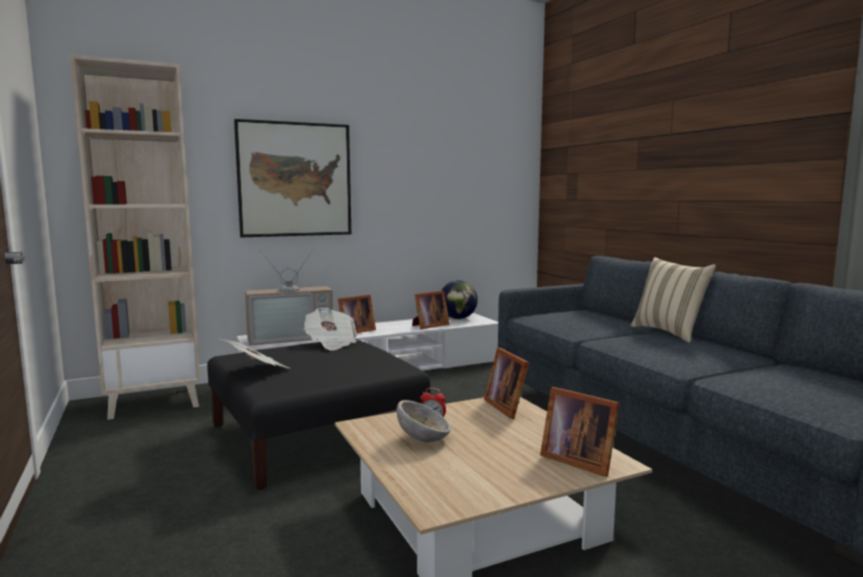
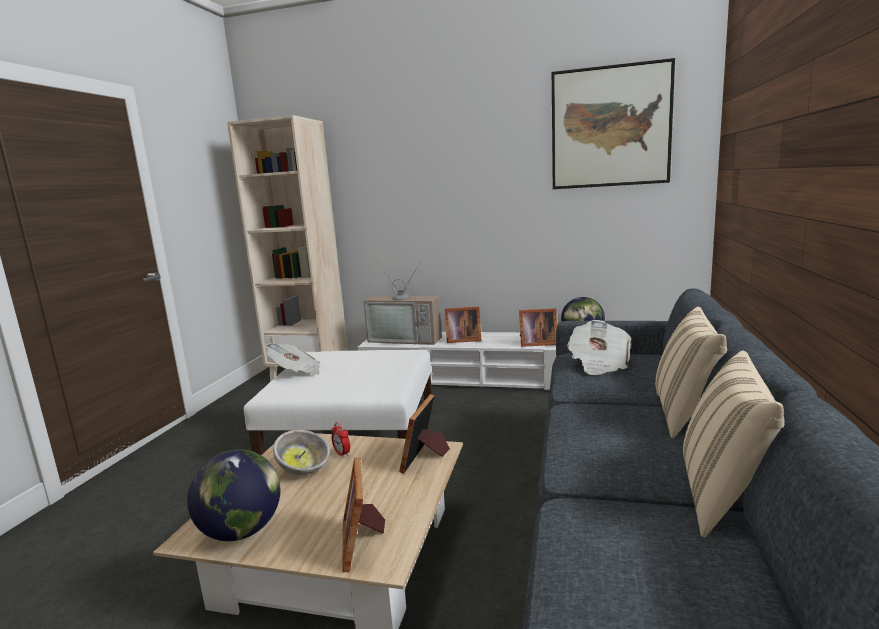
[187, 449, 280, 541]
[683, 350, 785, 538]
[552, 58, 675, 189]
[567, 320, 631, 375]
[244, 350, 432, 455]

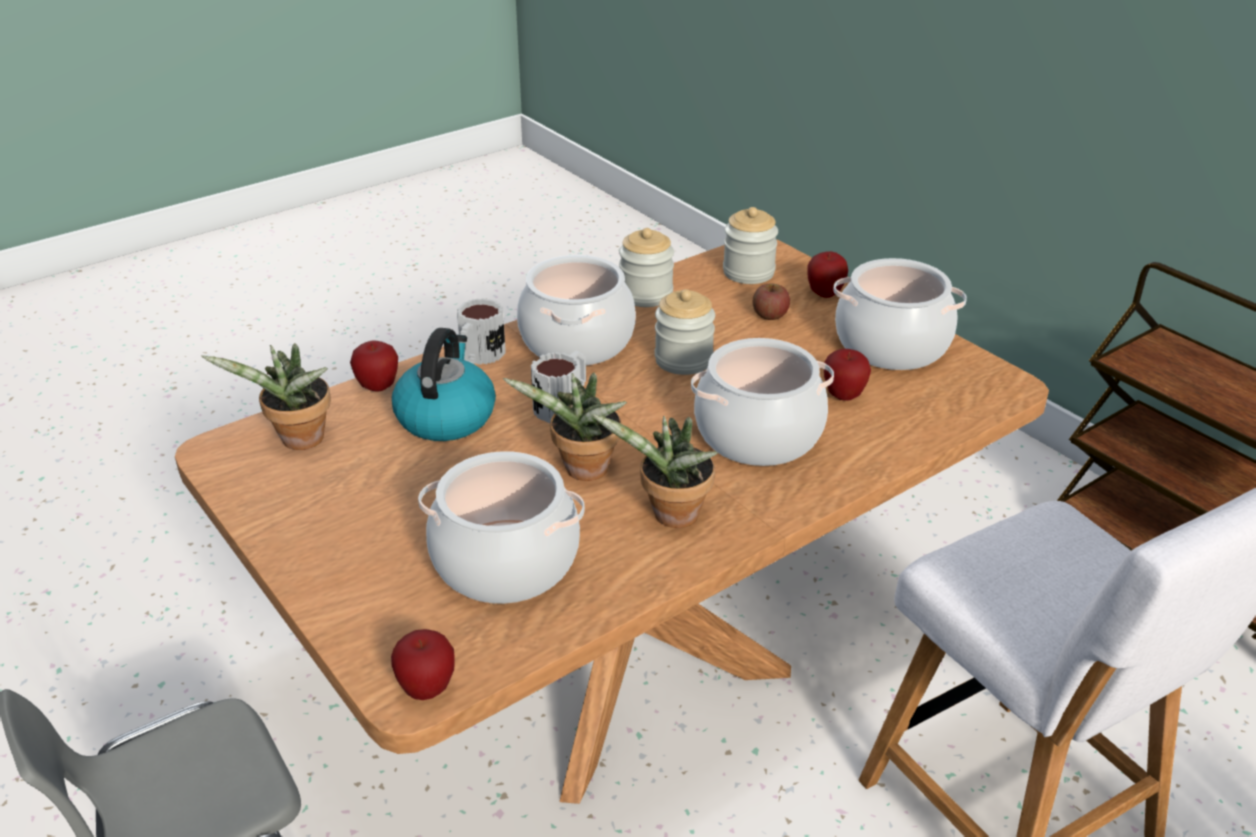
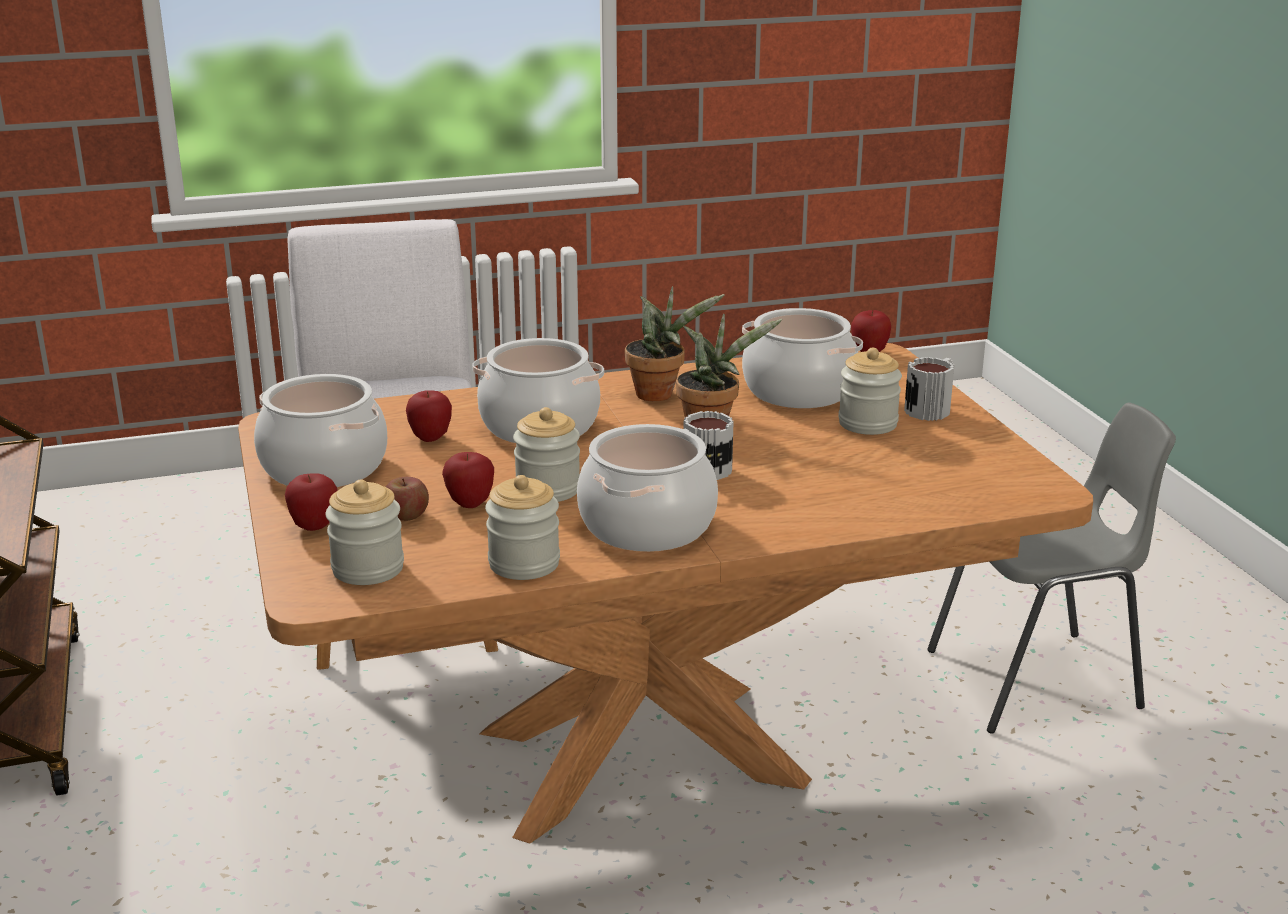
[202, 343, 331, 450] (first image)
[392, 328, 496, 441] (first image)
[838, 348, 902, 435]
[442, 452, 494, 508]
[904, 357, 955, 421]

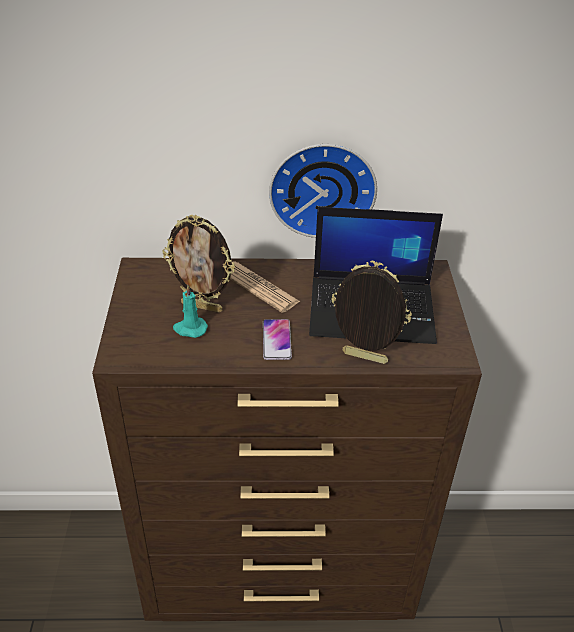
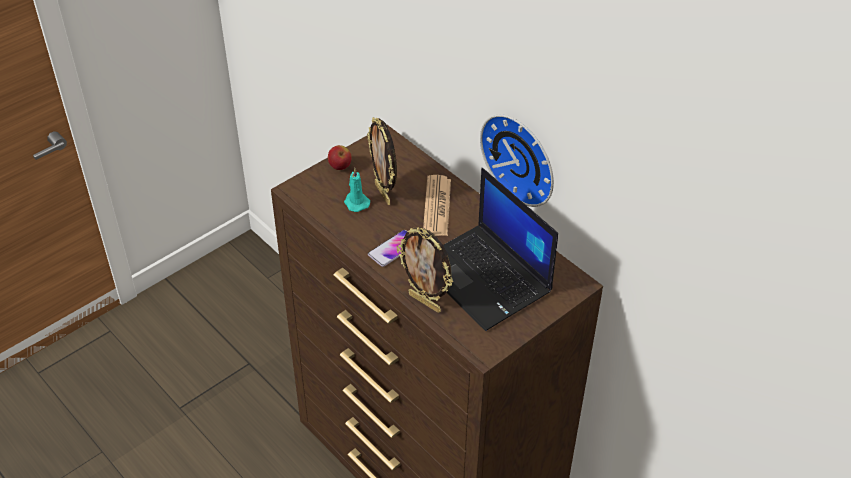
[328, 145, 351, 170]
[396, 227, 453, 313]

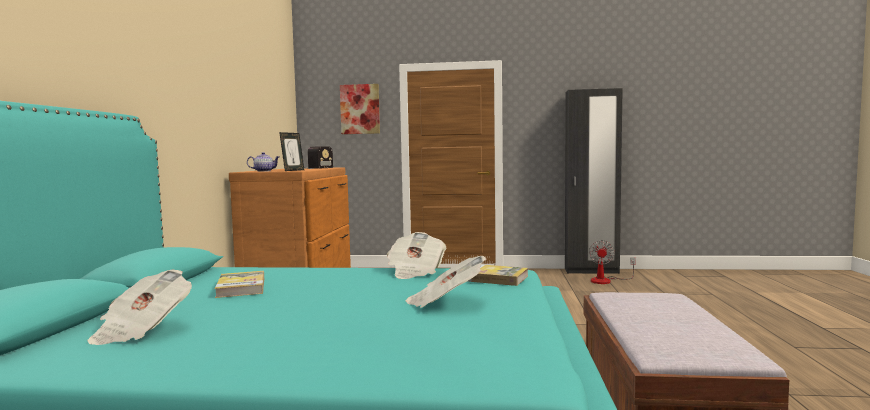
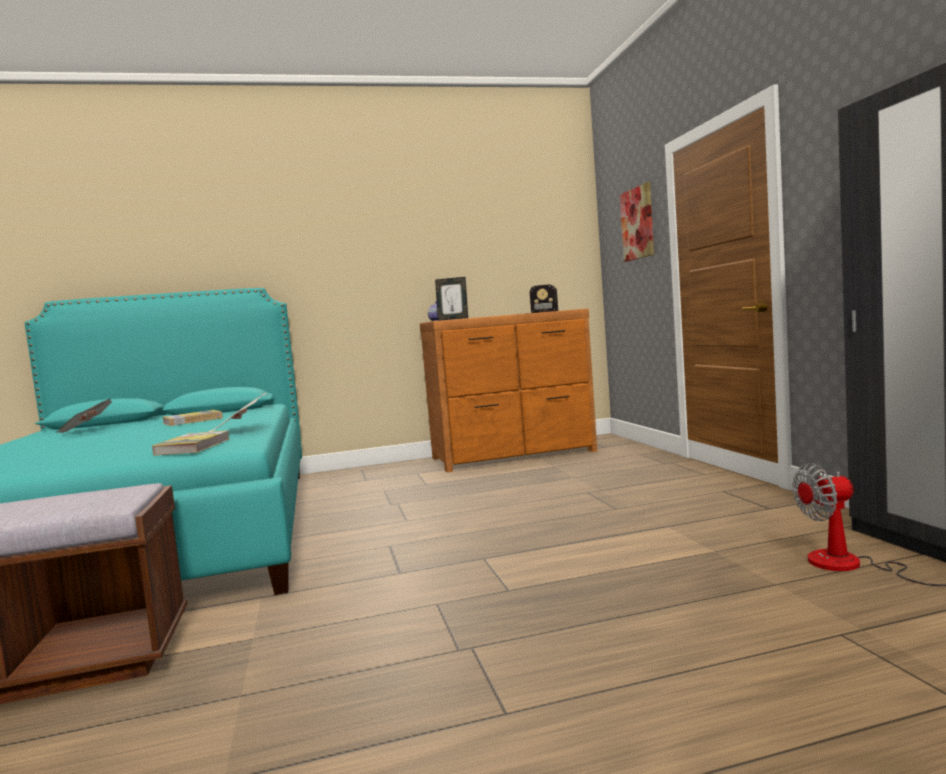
[406, 256, 486, 308] (first image)

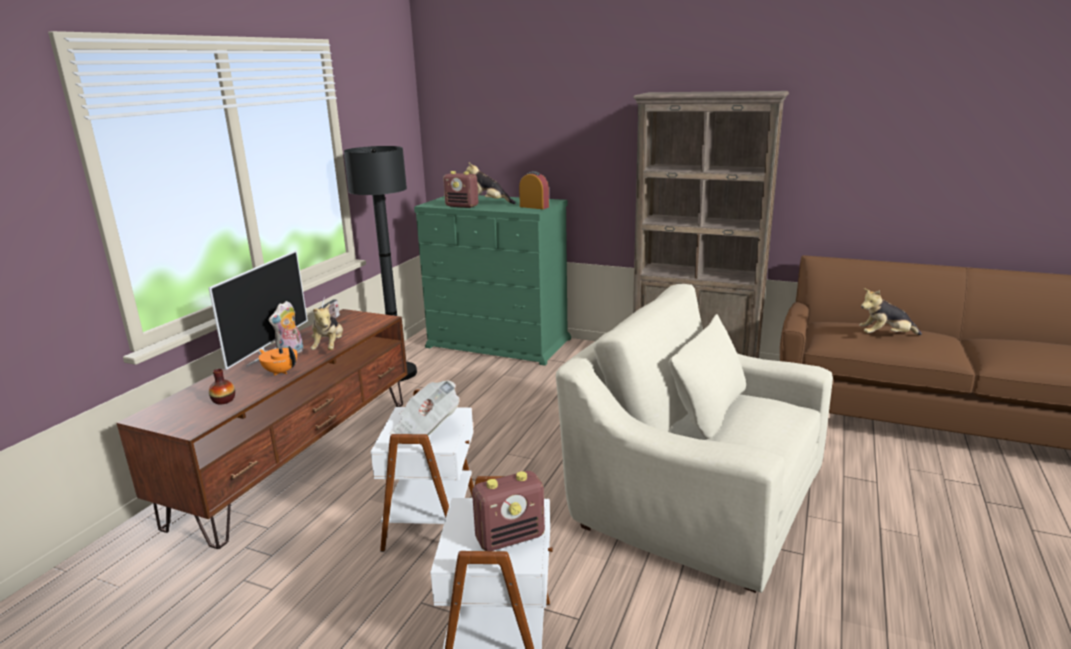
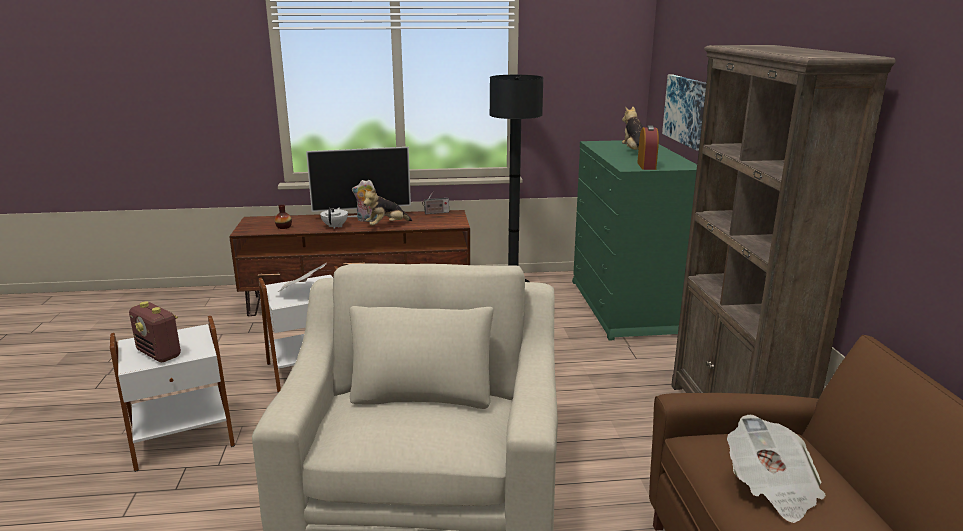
[443, 171, 478, 208] (first image)
[662, 74, 706, 151]
[727, 415, 826, 523]
[320, 207, 348, 229]

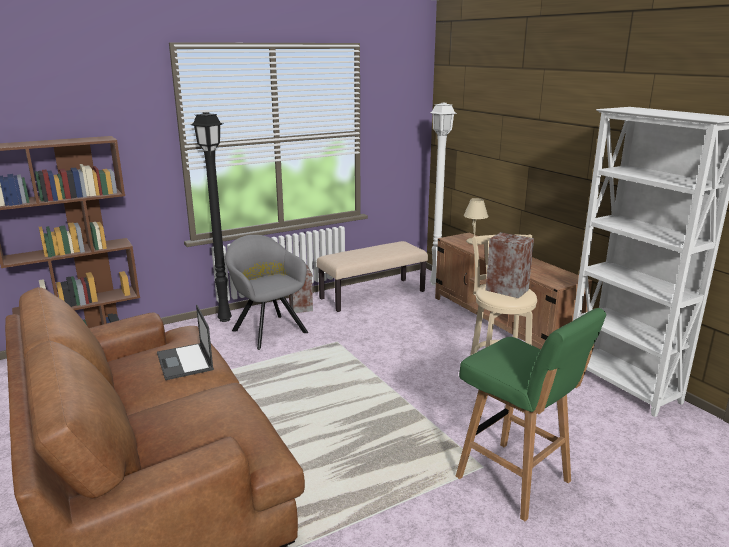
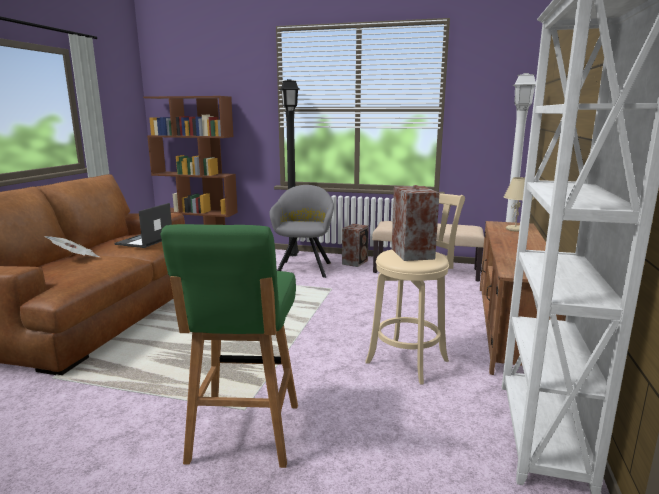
[44, 236, 99, 257]

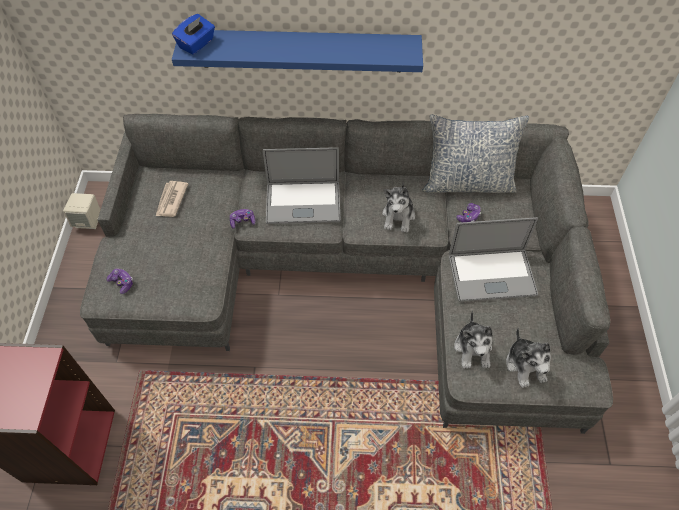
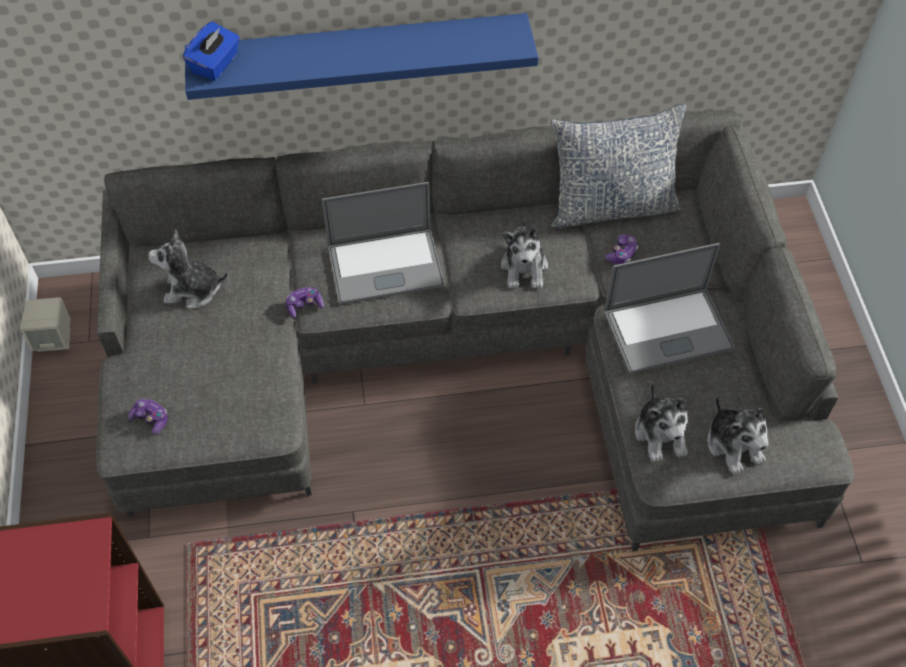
[148, 230, 228, 309]

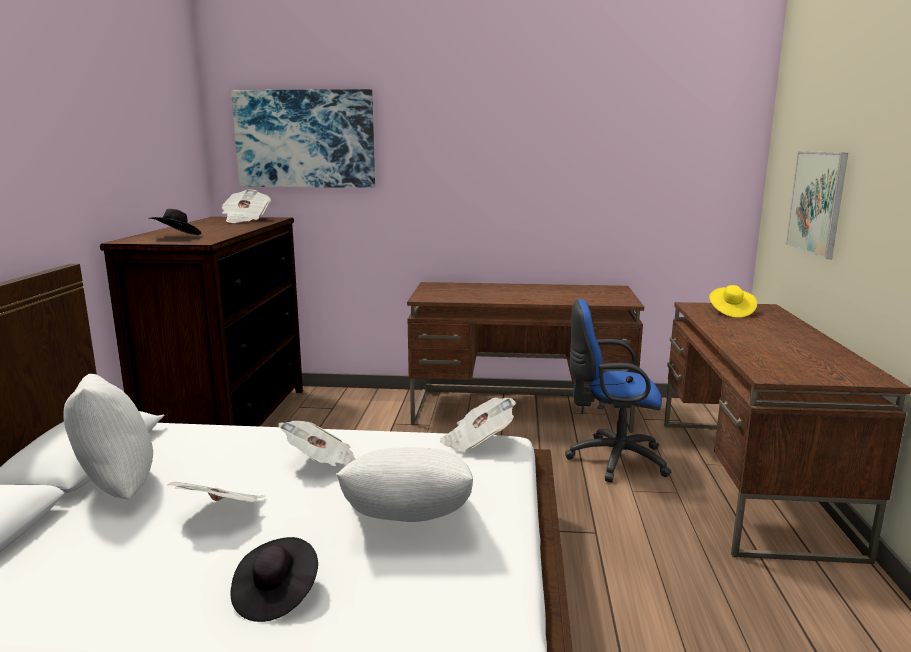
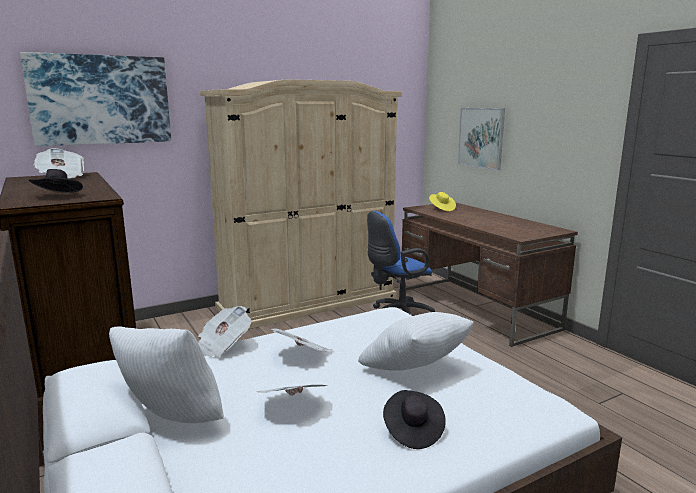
[198, 306, 251, 357]
[200, 79, 402, 329]

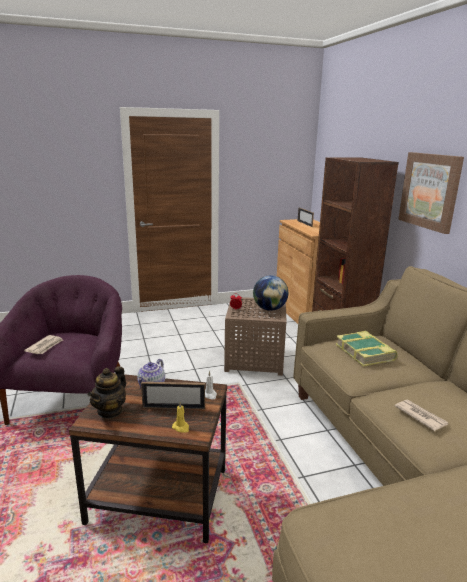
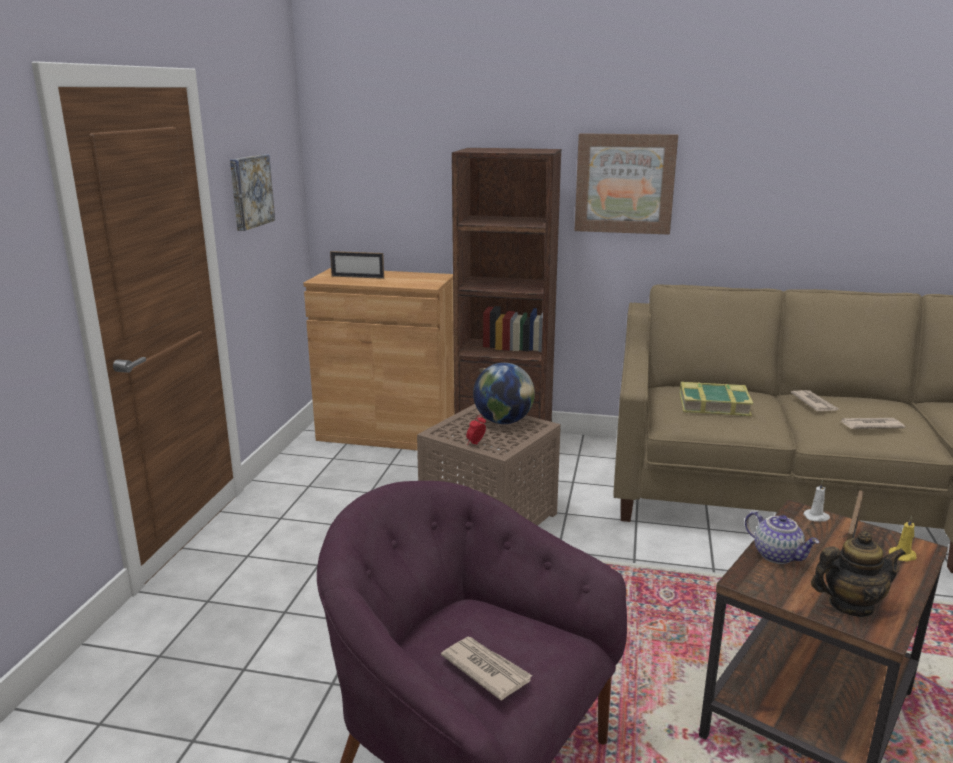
[230, 154, 275, 231]
[791, 390, 839, 411]
[811, 531, 906, 617]

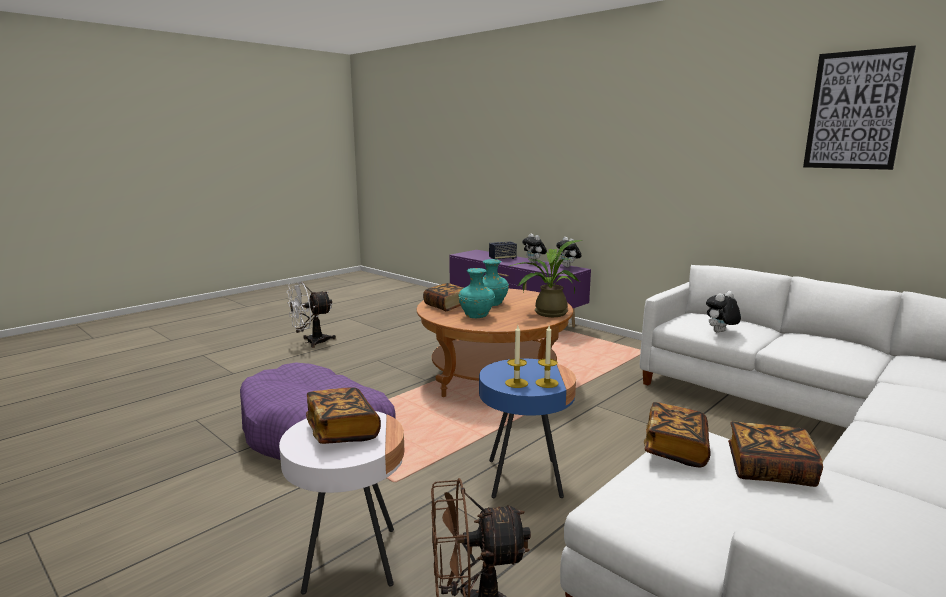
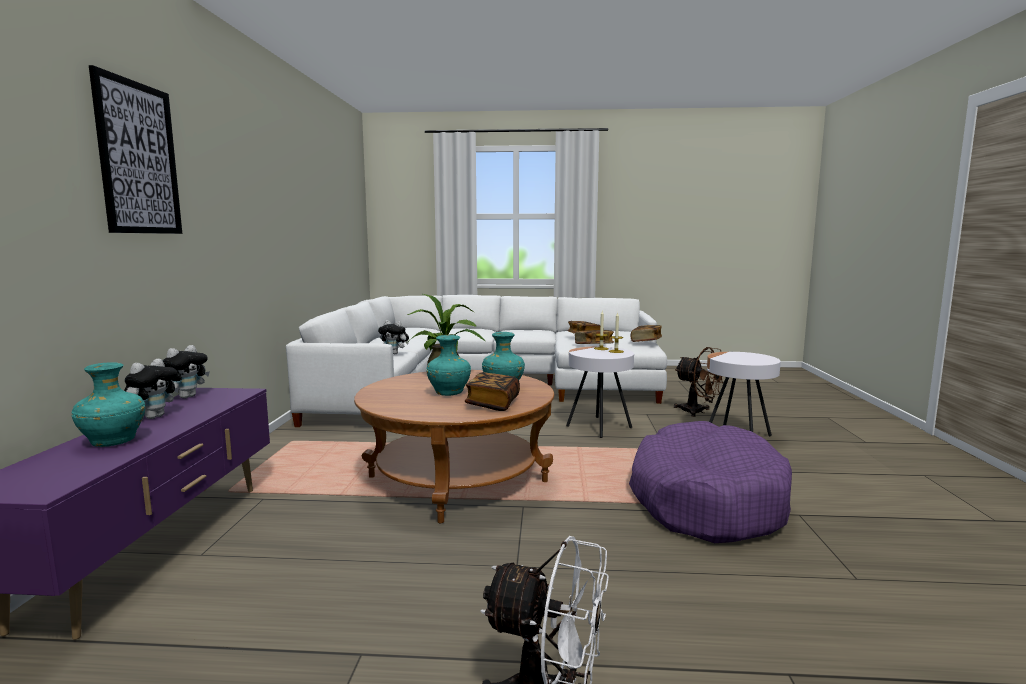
[630, 325, 662, 342]
[89, 65, 182, 234]
[71, 362, 145, 447]
[566, 346, 634, 438]

